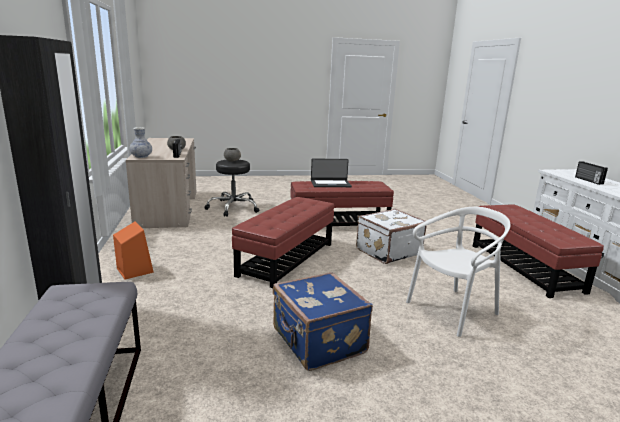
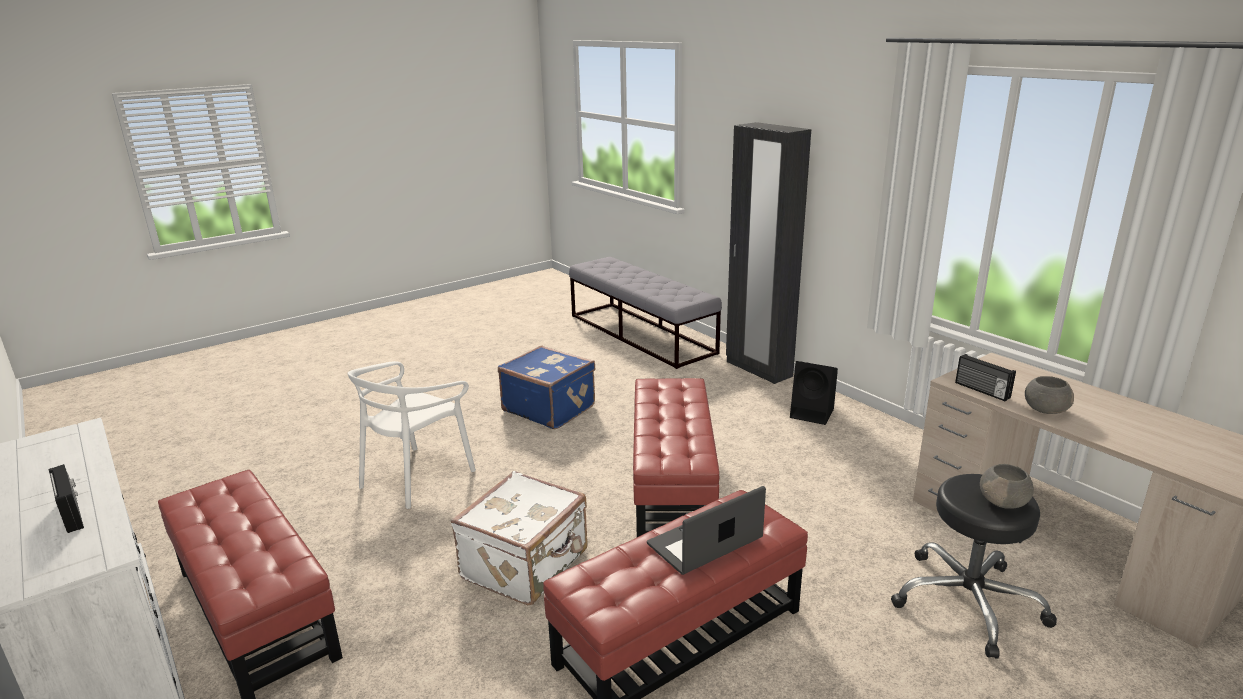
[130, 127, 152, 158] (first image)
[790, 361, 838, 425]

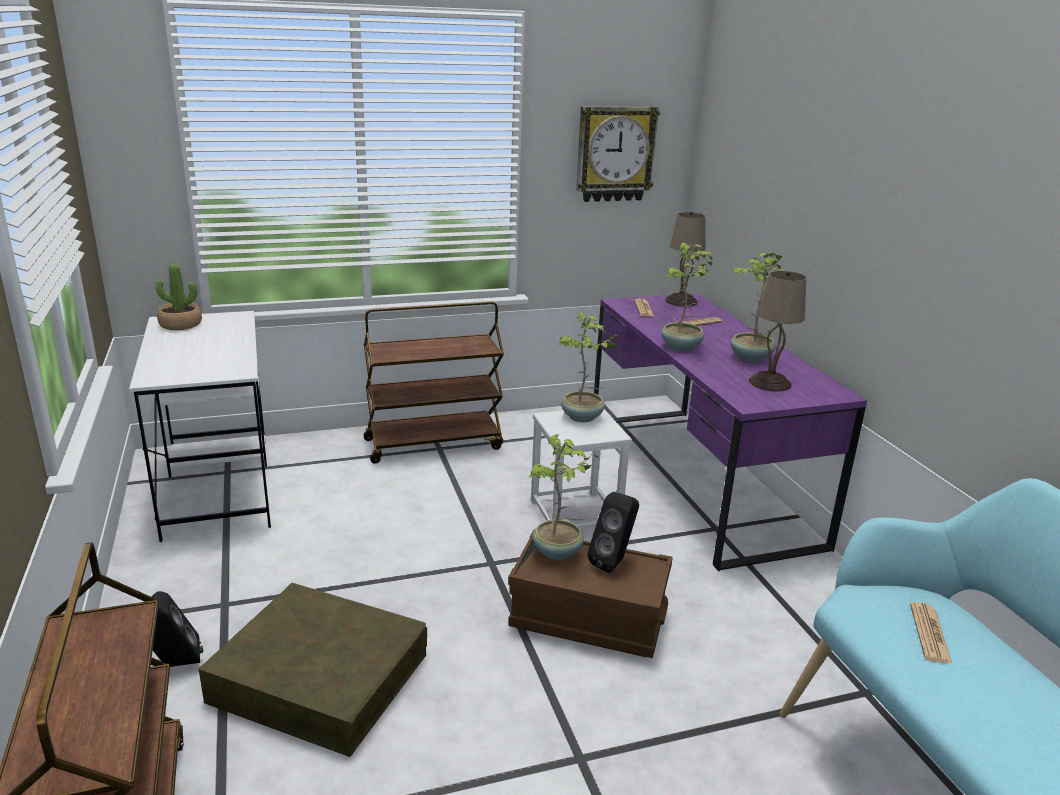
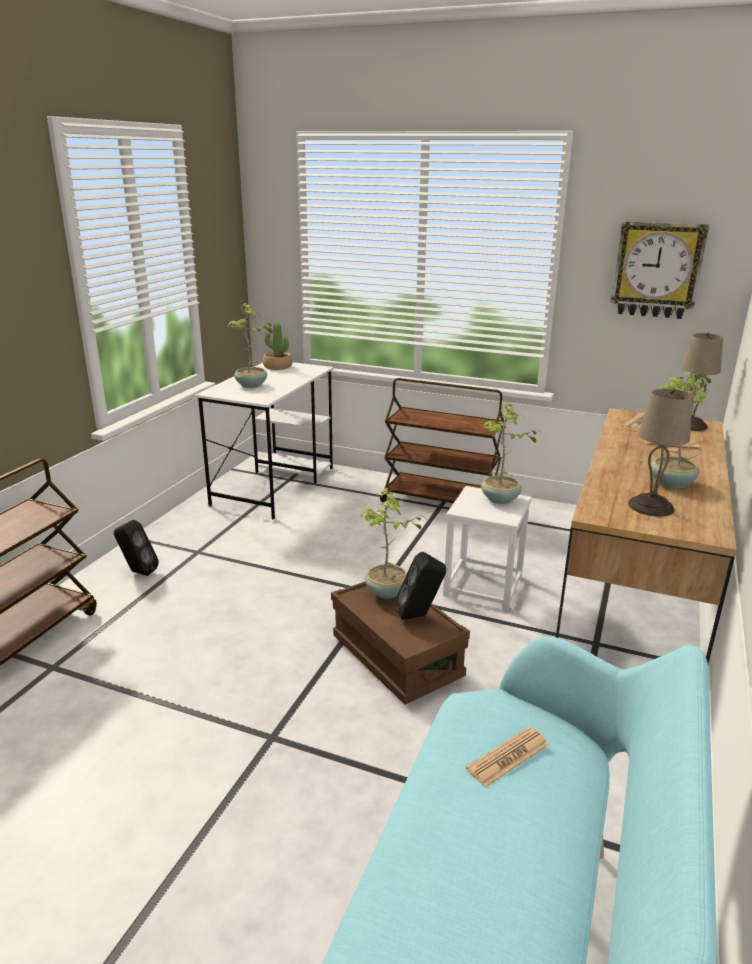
[198, 583, 427, 757] (first image)
[228, 303, 273, 388]
[556, 408, 737, 663]

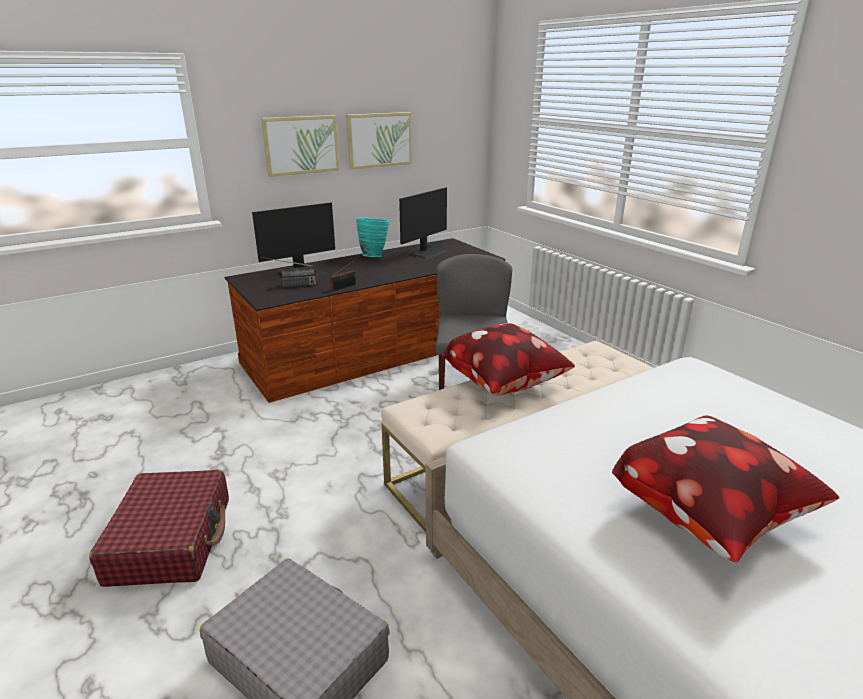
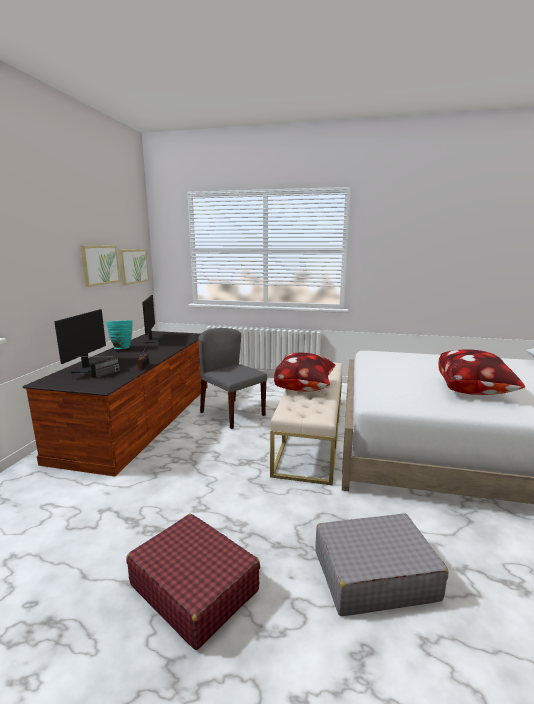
[119, 249, 149, 285]

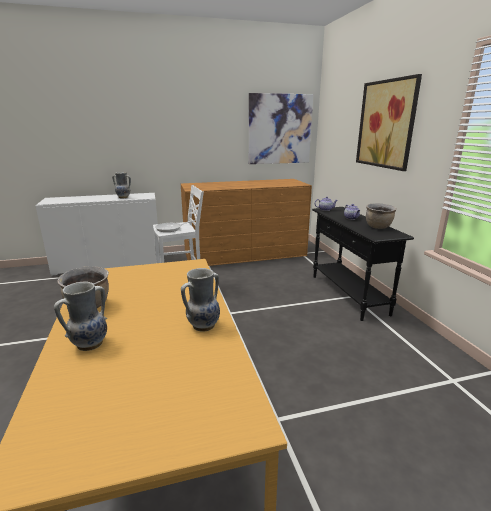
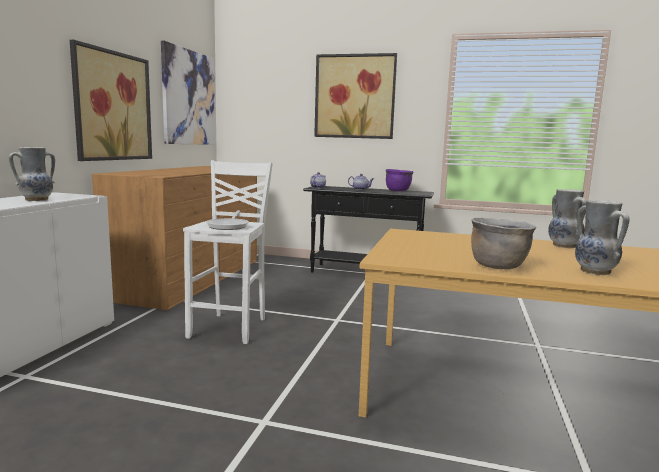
[70, 40, 152, 161]
[386, 169, 413, 191]

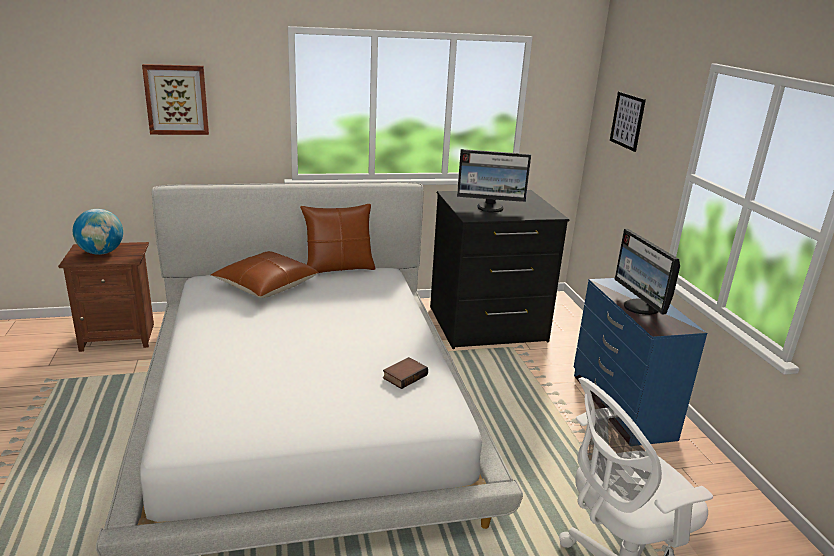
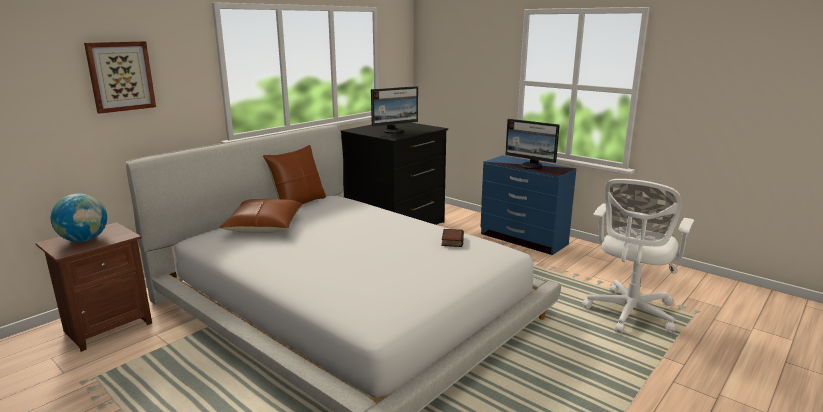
[610, 92, 646, 152] (first image)

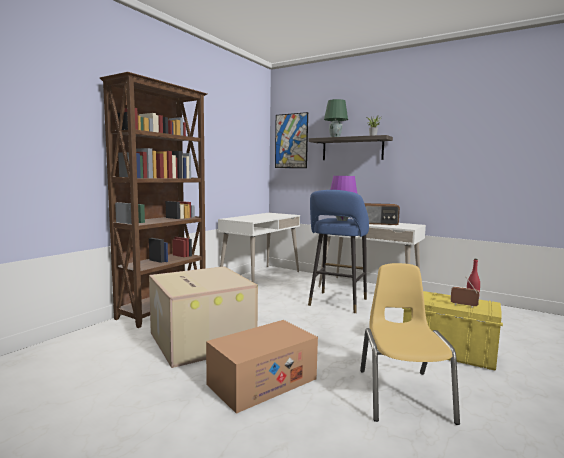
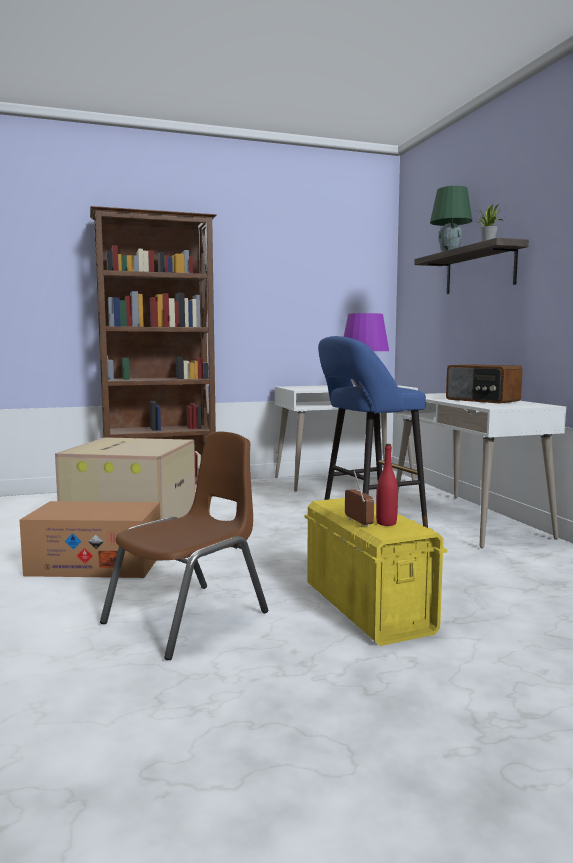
[275, 112, 308, 168] (first image)
[100, 432, 268, 660]

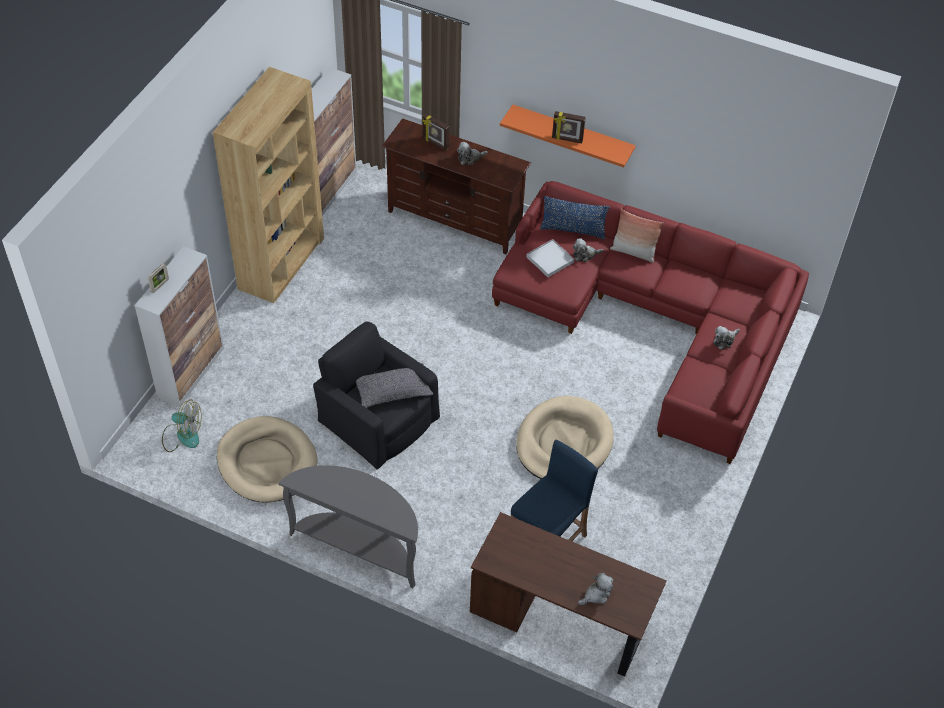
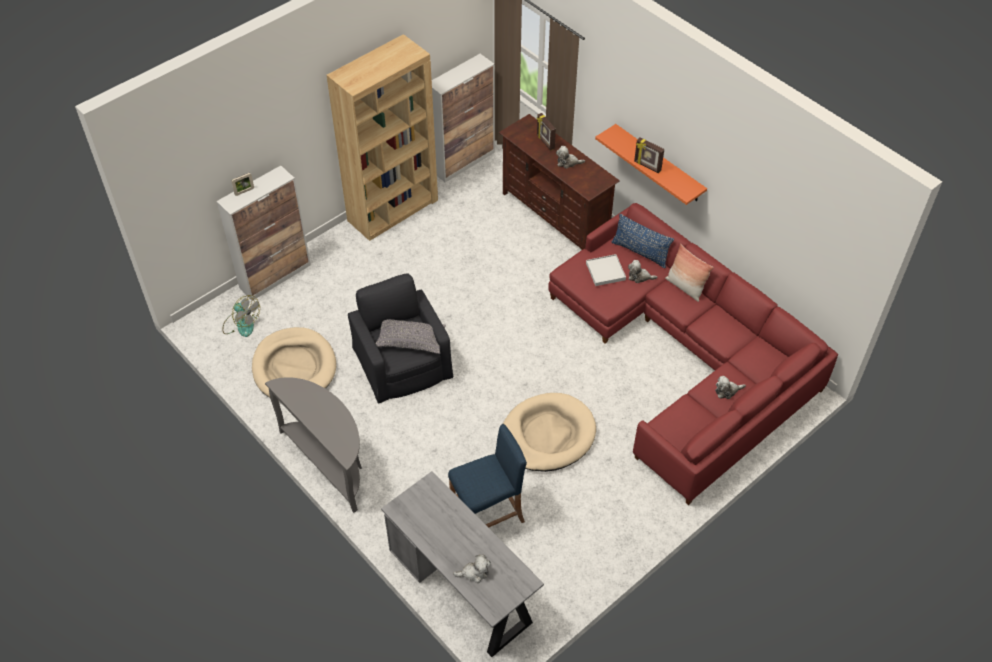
[381, 471, 544, 657]

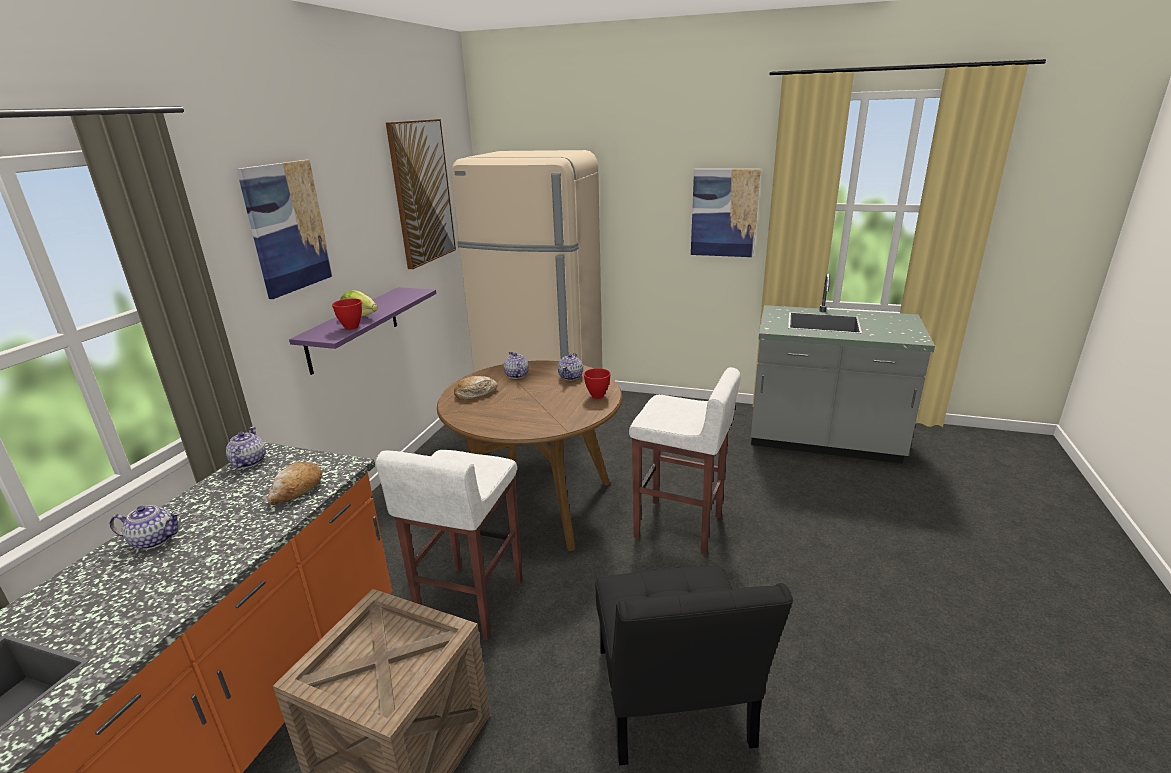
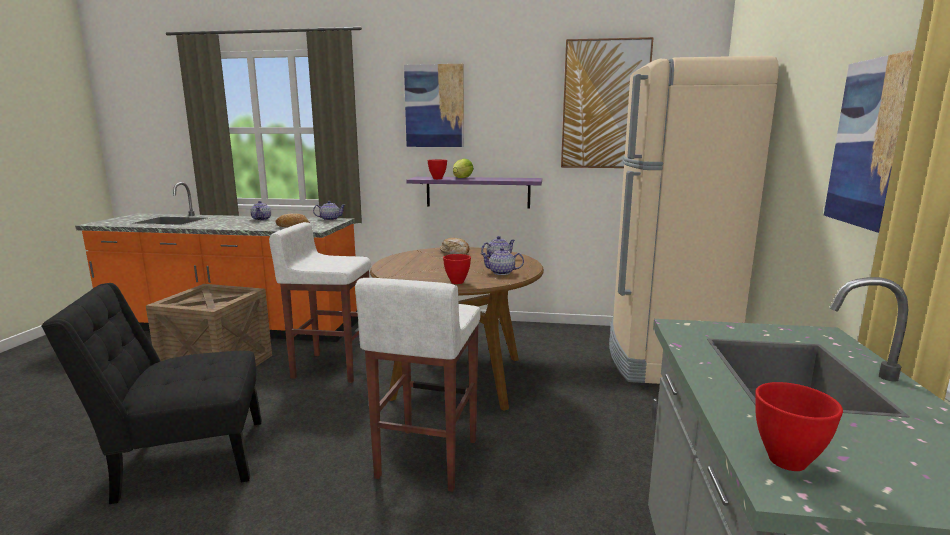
[755, 382, 843, 471]

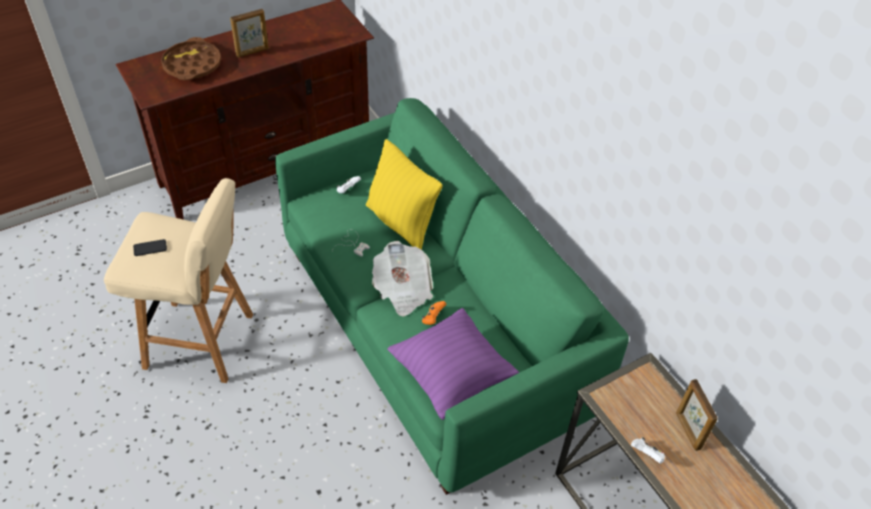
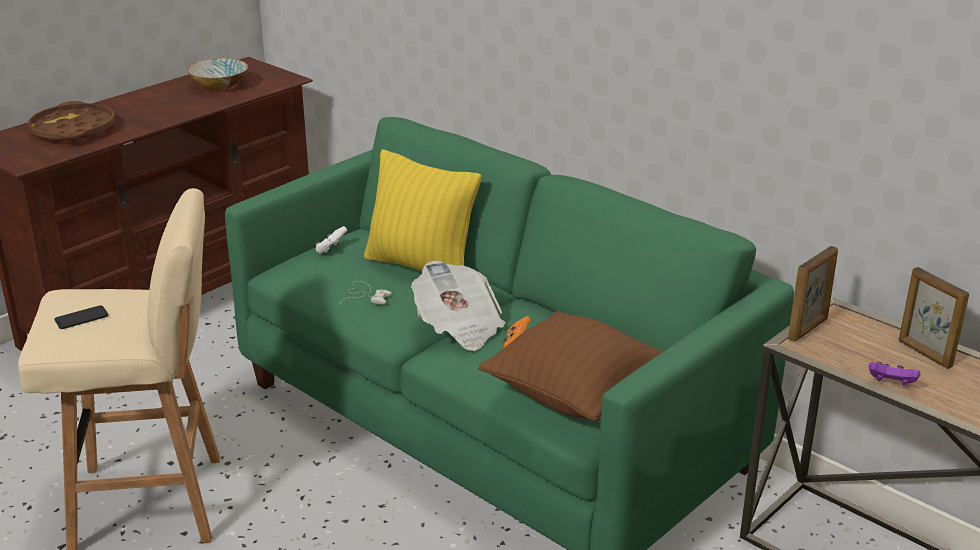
[187, 58, 248, 90]
[788, 246, 838, 342]
[478, 311, 663, 422]
[869, 362, 920, 386]

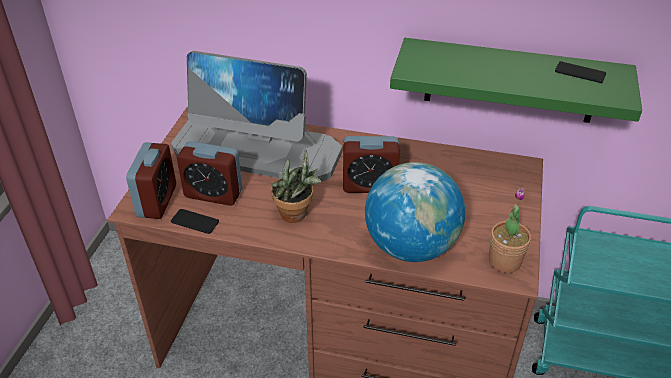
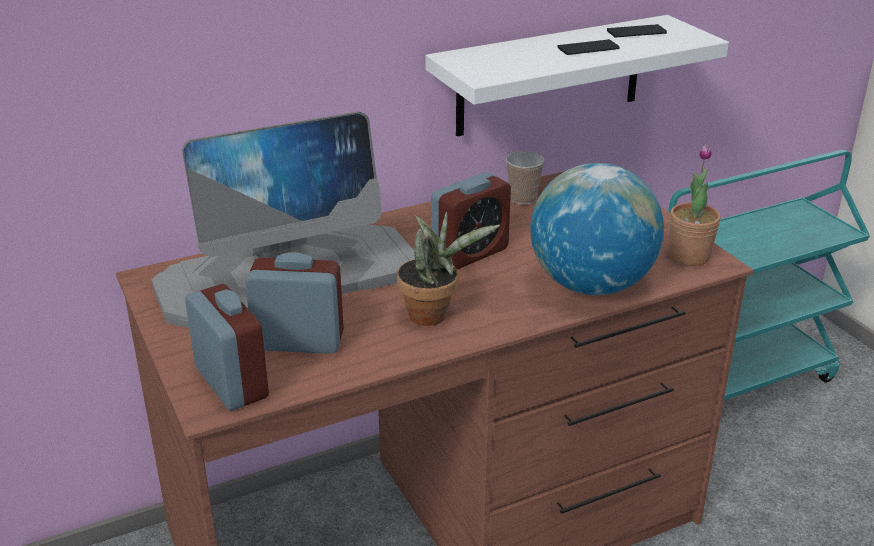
[506, 151, 544, 205]
[558, 39, 620, 55]
[426, 15, 729, 137]
[245, 252, 344, 354]

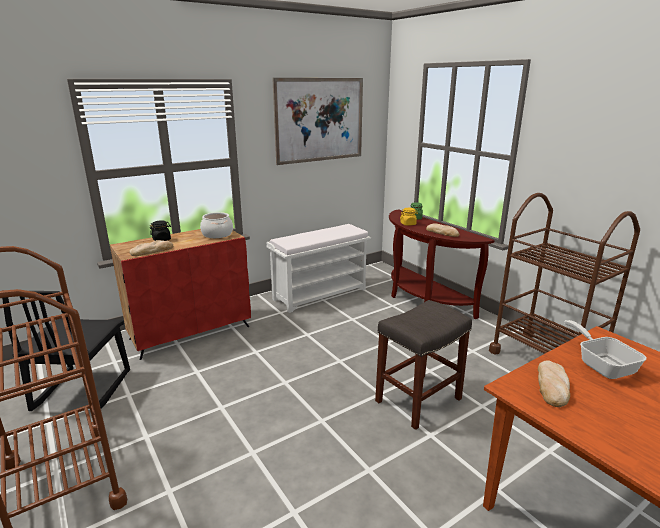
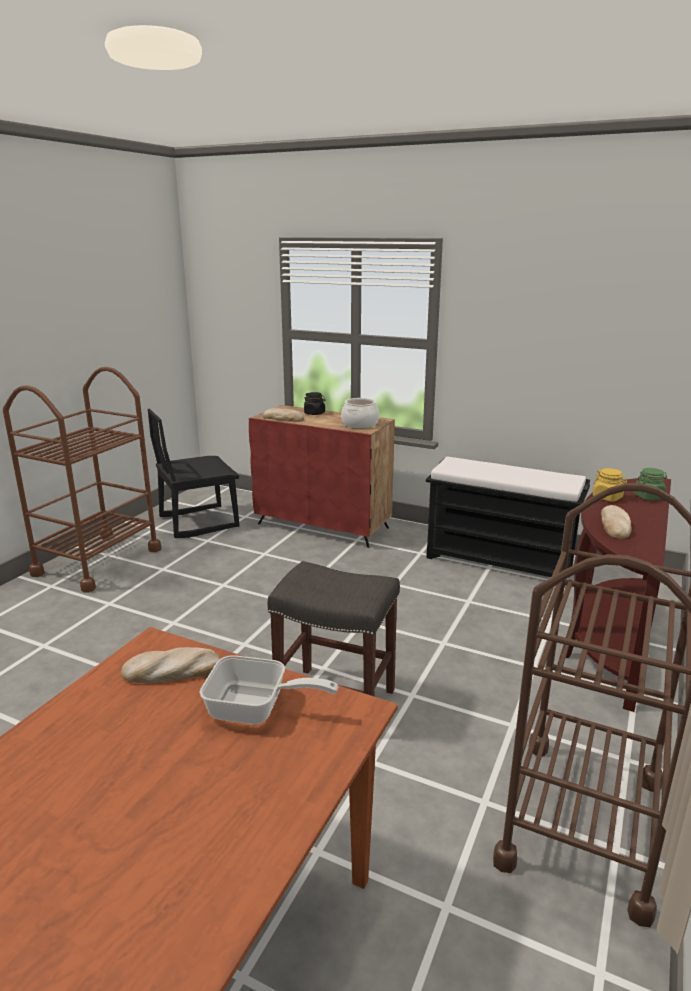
[272, 78, 363, 165] (first image)
[426, 457, 590, 587]
[200, 655, 338, 725]

